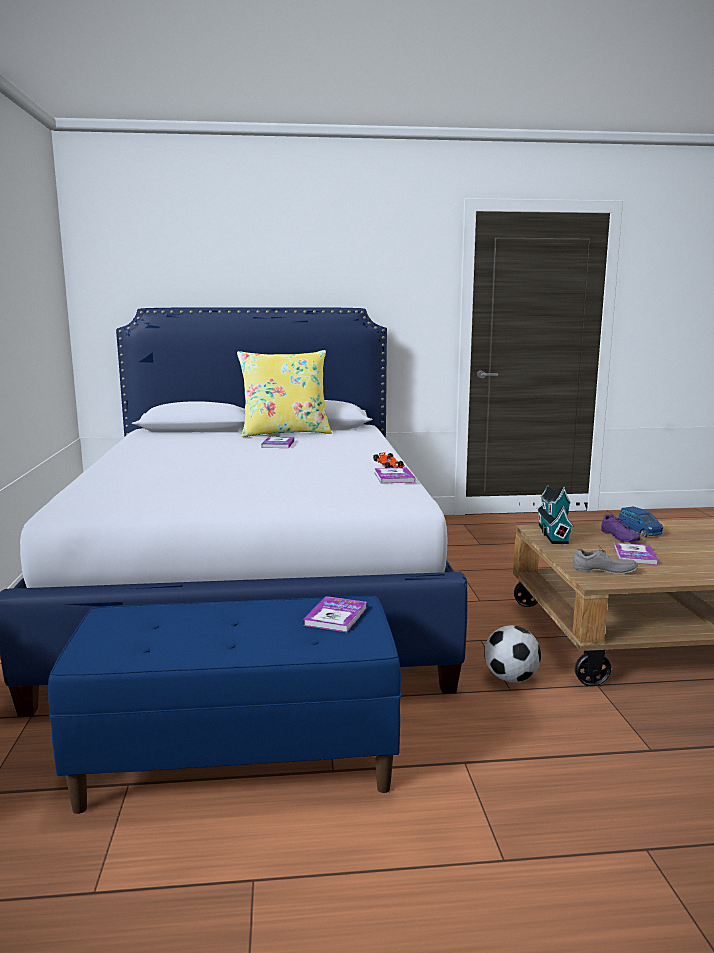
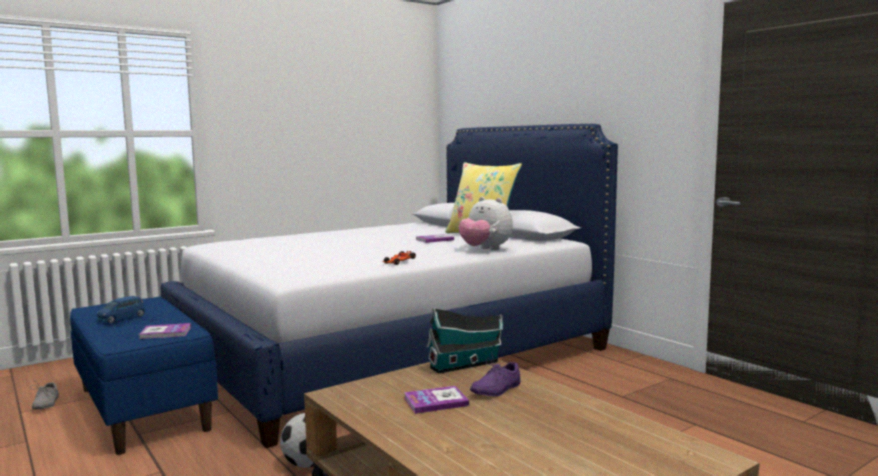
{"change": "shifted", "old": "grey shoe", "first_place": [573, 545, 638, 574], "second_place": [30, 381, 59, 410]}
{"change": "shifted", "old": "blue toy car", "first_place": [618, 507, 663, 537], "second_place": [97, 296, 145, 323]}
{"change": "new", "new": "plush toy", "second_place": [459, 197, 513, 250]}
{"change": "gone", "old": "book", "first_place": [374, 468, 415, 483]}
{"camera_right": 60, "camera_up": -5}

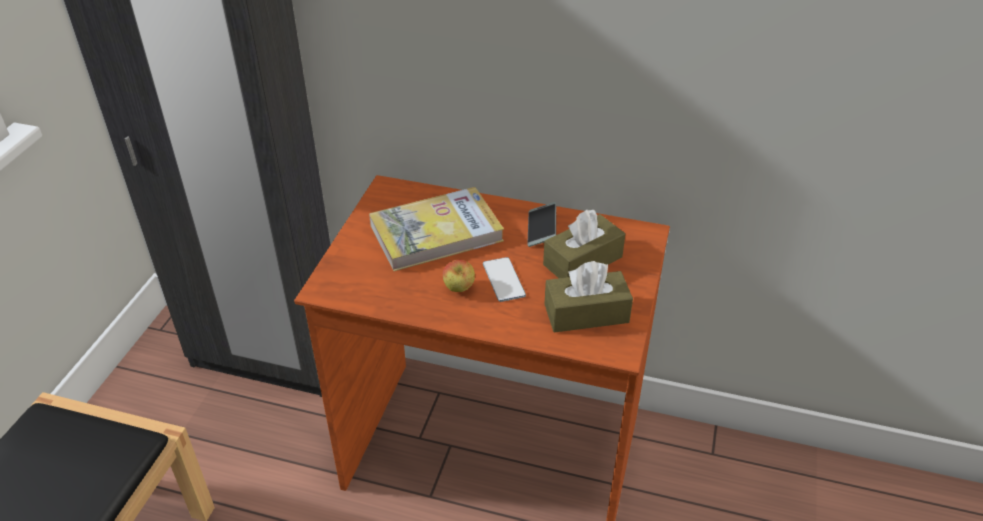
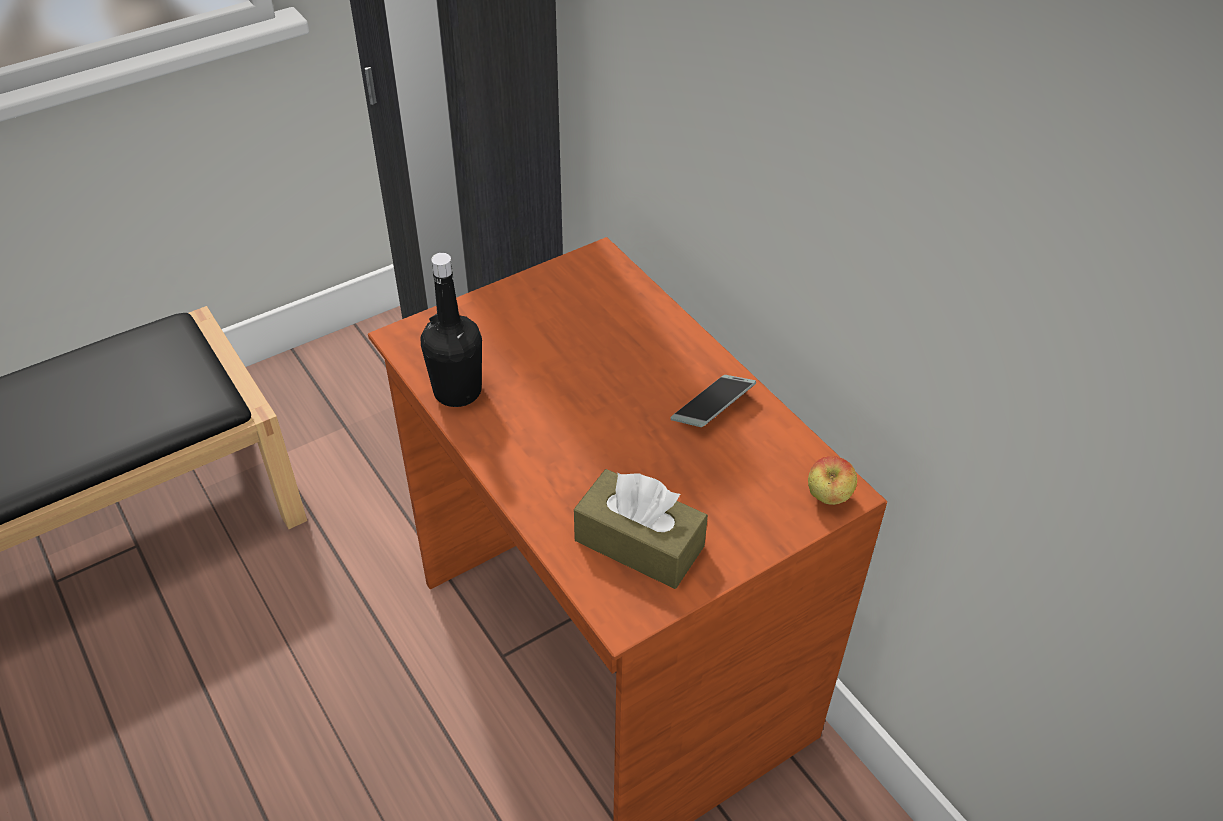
{"change": "new", "new": "black bottle", "second_place": [421, 253, 482, 407]}
{"change": "shifted", "old": "apple", "first_place": [442, 260, 475, 292], "second_place": [808, 456, 857, 505]}
{"change": "gone", "old": "book", "first_place": [369, 187, 504, 271]}
{"change": "gone", "old": "phone", "first_place": [483, 257, 526, 302]}
{"change": "gone", "old": "brown tissue box", "first_place": [543, 210, 625, 278]}
{"camera_right": 40, "camera_up": 5}

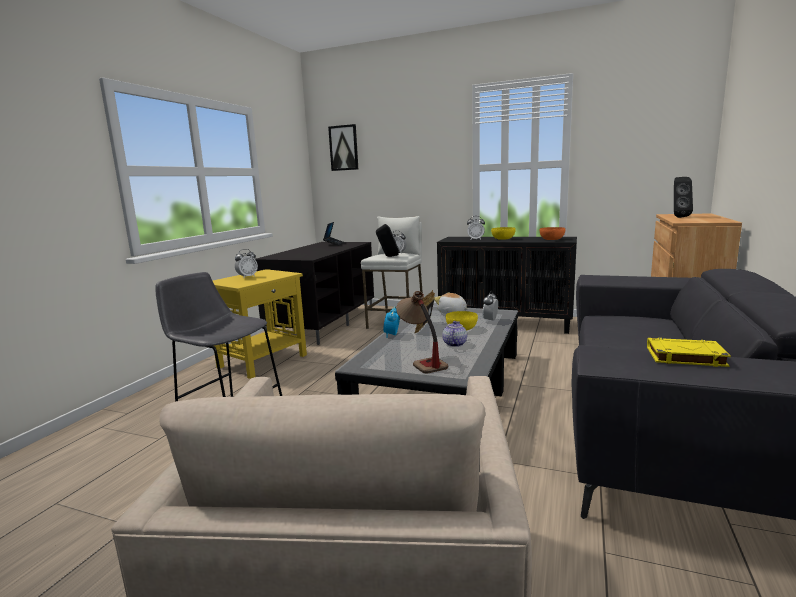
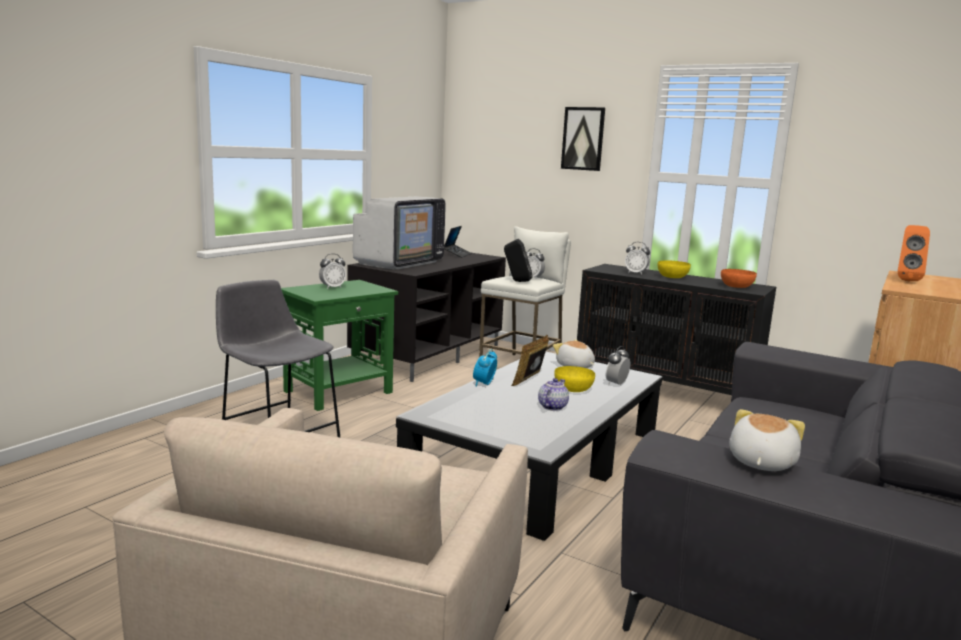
{"change": "repainted", "old": "yellow side table", "new": "green side table", "first_place": [213, 269, 307, 379], "second_place": [281, 280, 398, 411]}
{"change": "new", "new": "television", "second_place": [353, 197, 446, 270]}
{"change": "shifted", "old": "picture", "first_place": [328, 124, 358, 171], "second_place": [561, 107, 605, 171]}
{"change": "swapped", "old": "yellow book", "new": "plush toy", "first_place": [647, 338, 731, 367], "second_place": [729, 409, 805, 471]}
{"change": "repainted", "old": "black speaker", "new": "orange speaker", "first_place": [674, 177, 693, 218], "second_place": [898, 225, 930, 281]}
{"change": "gone", "old": "table lamp", "first_place": [396, 291, 448, 373]}
{"camera_right": 10, "camera_up": 0}

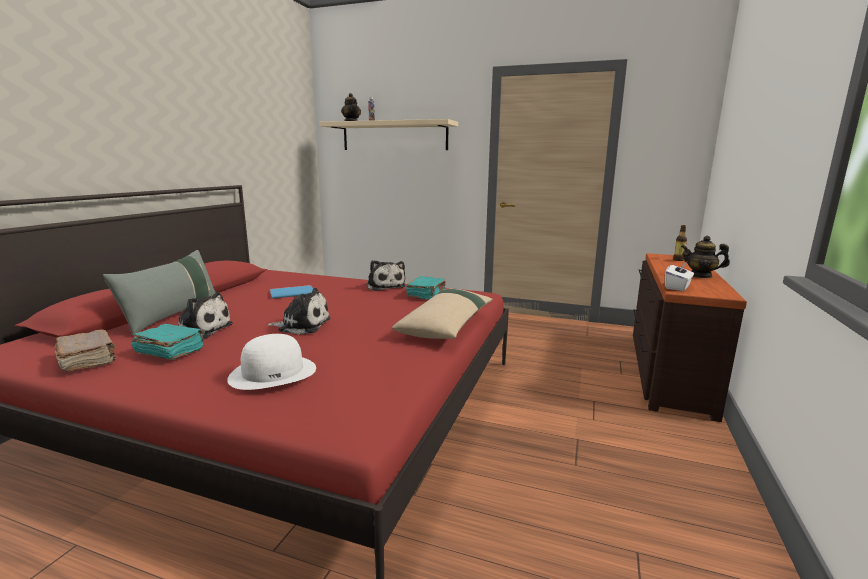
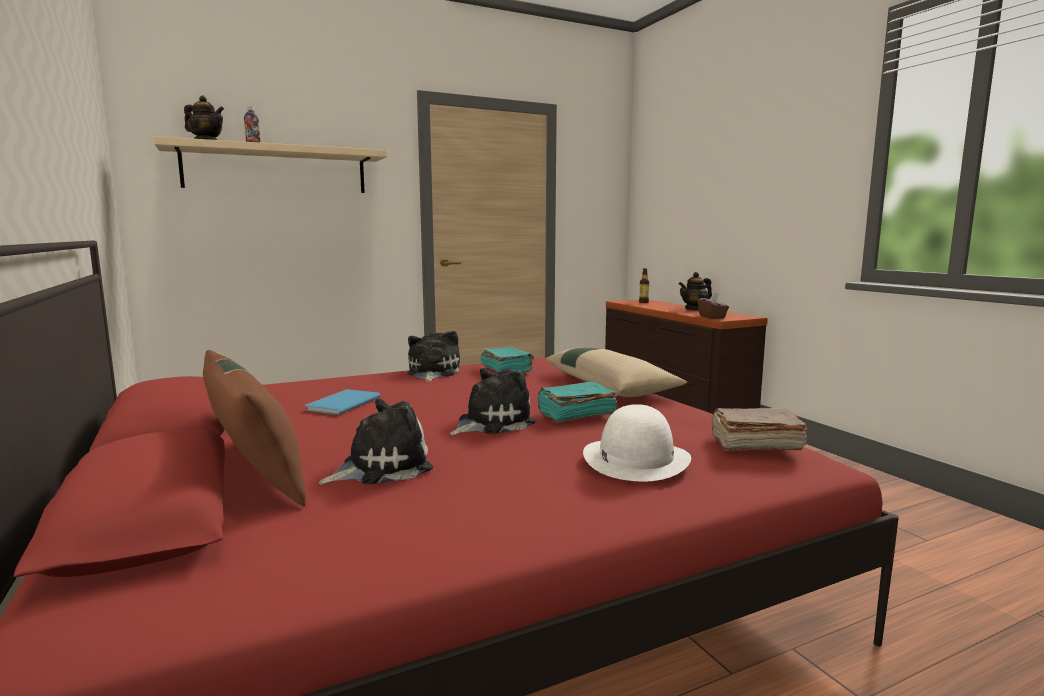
{"change": "repainted", "old": "grey pillow", "new": "brown pillow", "first_place": [103, 250, 216, 336], "second_place": [203, 350, 306, 506]}
{"change": "rotated", "old": "plush toy", "first_place": [366, 260, 405, 291], "second_place": [407, 331, 460, 382], "degrees": -105}
{"change": "shifted", "old": "turquoise book", "first_place": [131, 324, 205, 360], "second_place": [537, 382, 617, 423]}
{"change": "repainted", "old": "white tissue box", "new": "brown tissue box", "first_place": [665, 262, 694, 291], "second_place": [698, 292, 729, 319]}
{"change": "shifted", "old": "brown book", "first_place": [55, 329, 116, 372], "second_place": [711, 408, 808, 451]}
{"camera_right": -45, "camera_up": -5}

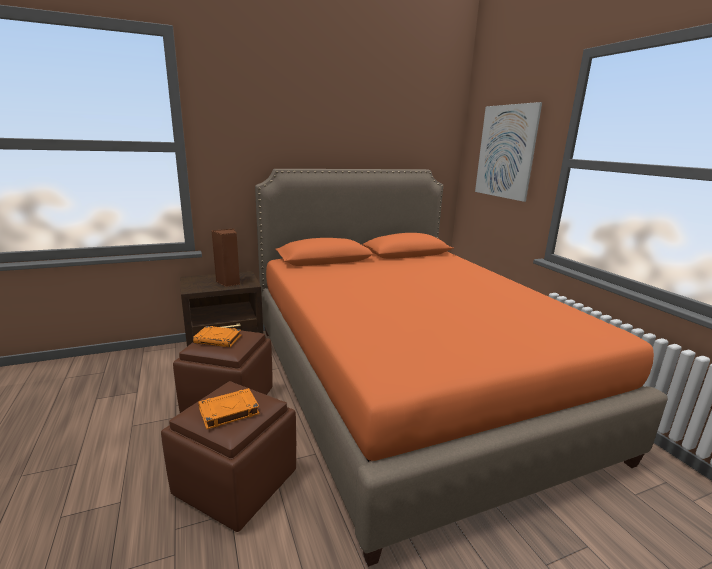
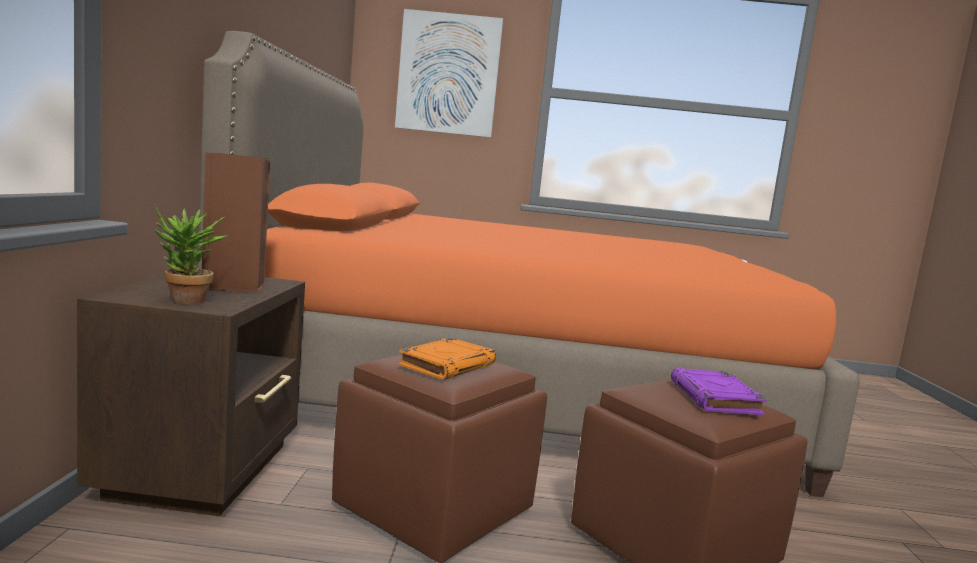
{"change": "new", "new": "potted plant", "second_place": [154, 207, 226, 304]}
{"change": "repainted", "old": "orange book", "new": "purple book", "first_place": [198, 388, 260, 430], "second_place": [671, 368, 767, 415]}
{"camera_right": -65, "camera_up": -10}

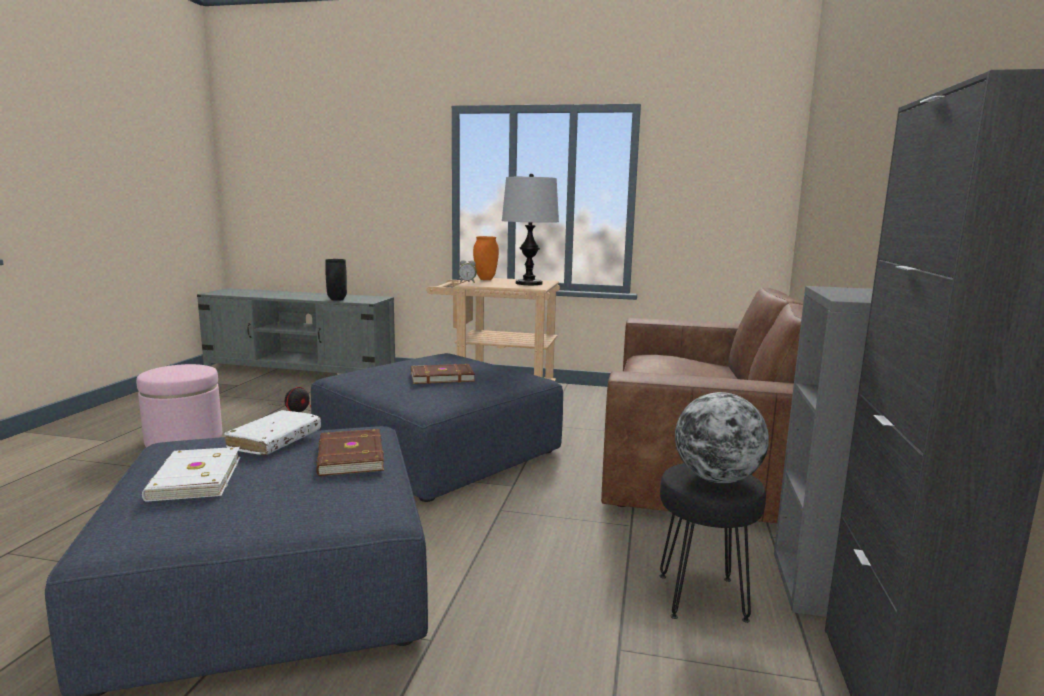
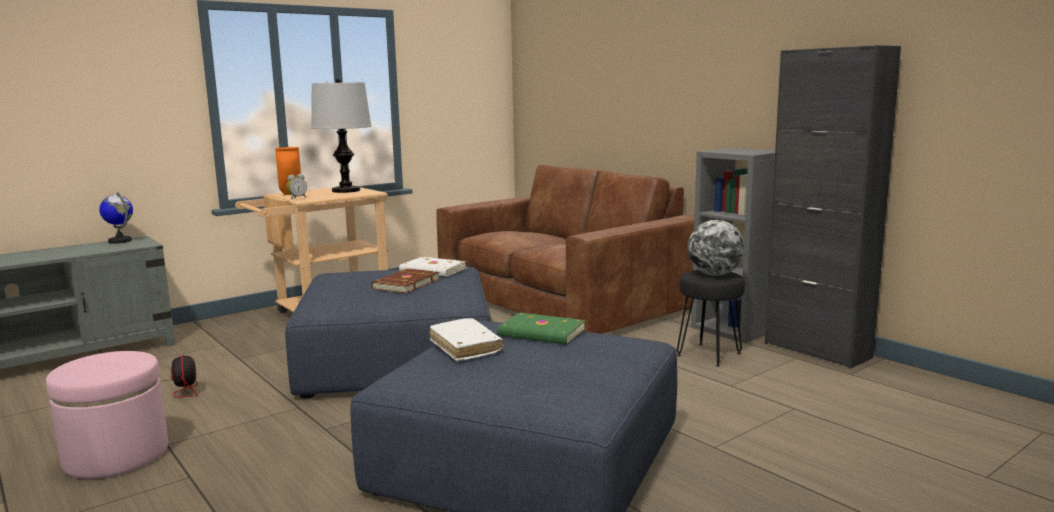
{"change": "new", "new": "globe", "second_place": [99, 192, 133, 244]}
{"change": "shifted", "old": "white book", "first_place": [142, 447, 241, 502], "second_place": [399, 257, 466, 277]}
{"change": "repainted", "old": "brown book", "new": "green book", "first_place": [316, 429, 384, 476], "second_place": [497, 313, 585, 345]}
{"change": "gone", "old": "black vase", "first_place": [325, 259, 347, 301]}
{"camera_right": -50, "camera_up": 0}

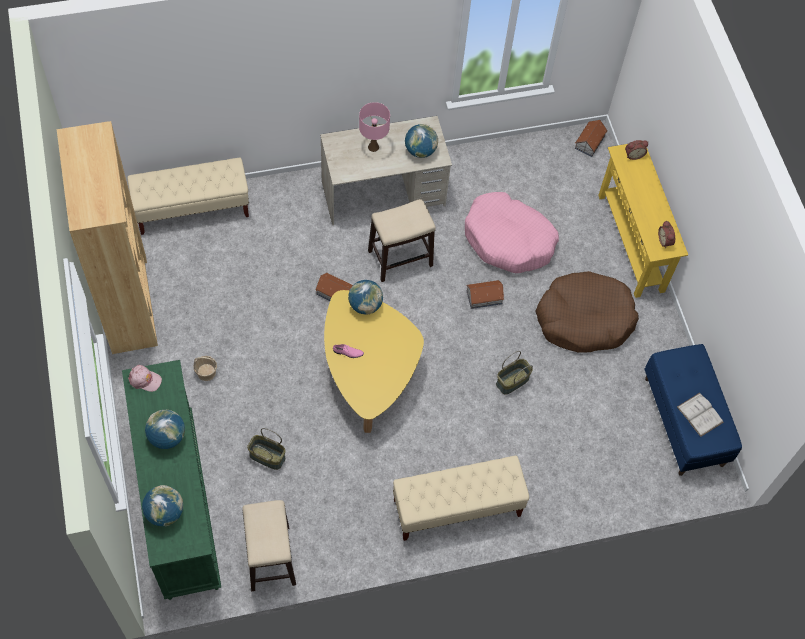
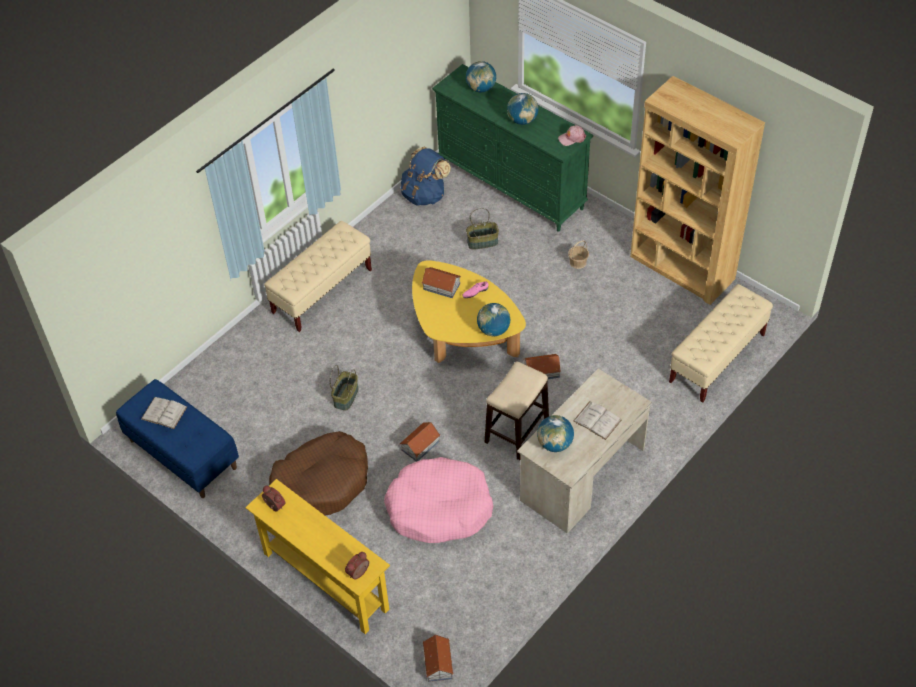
{"change": "swapped", "old": "stool", "new": "blue backpack", "first_place": [242, 500, 296, 591], "second_place": [400, 147, 451, 206]}
{"change": "new", "new": "toy house", "second_place": [421, 267, 461, 298]}
{"change": "swapped", "old": "pink table lamp", "new": "white book", "first_place": [359, 102, 390, 152], "second_place": [573, 401, 622, 440]}
{"camera_right": 150, "camera_up": -10}

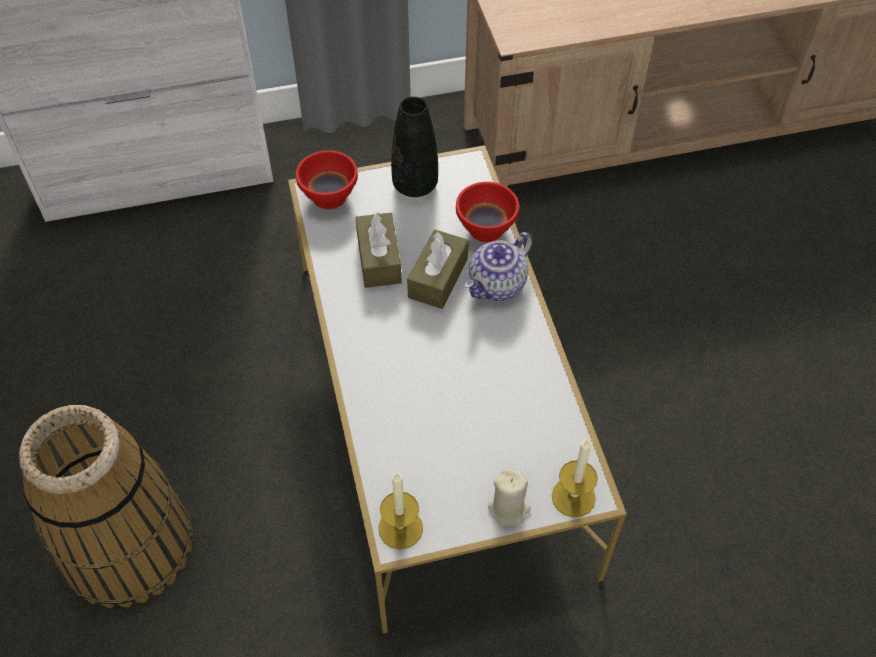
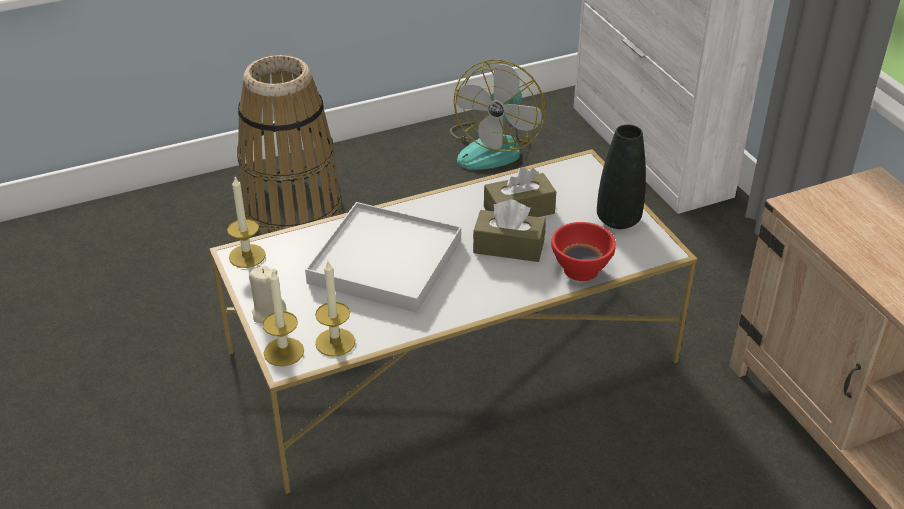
{"change": "new", "new": "white tray", "second_place": [305, 202, 461, 313]}
{"change": "new", "new": "candle", "second_place": [315, 259, 355, 357]}
{"change": "new", "new": "fan", "second_place": [450, 60, 546, 170]}
{"change": "gone", "old": "red bowl", "first_place": [296, 150, 358, 209]}
{"change": "gone", "old": "teapot", "first_place": [464, 232, 533, 301]}
{"camera_right": 80, "camera_up": -15}

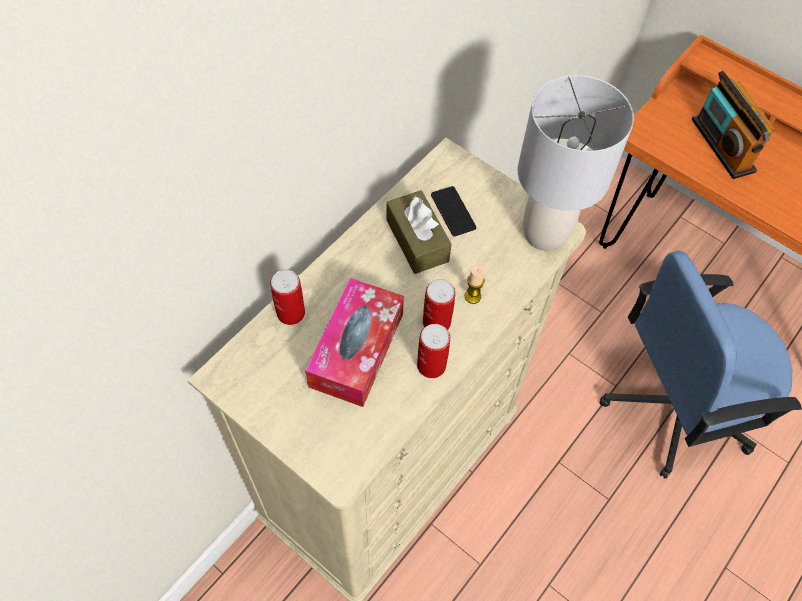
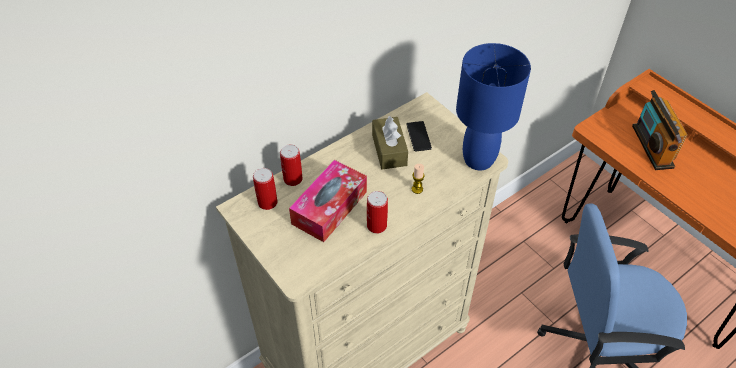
{"change": "shifted", "old": "can", "first_place": [423, 279, 455, 330], "second_place": [253, 168, 278, 210]}
{"change": "repainted", "old": "grey table lamp", "new": "blue table lamp", "first_place": [518, 75, 634, 251], "second_place": [456, 43, 531, 170]}
{"camera_right": 15, "camera_up": -10}

